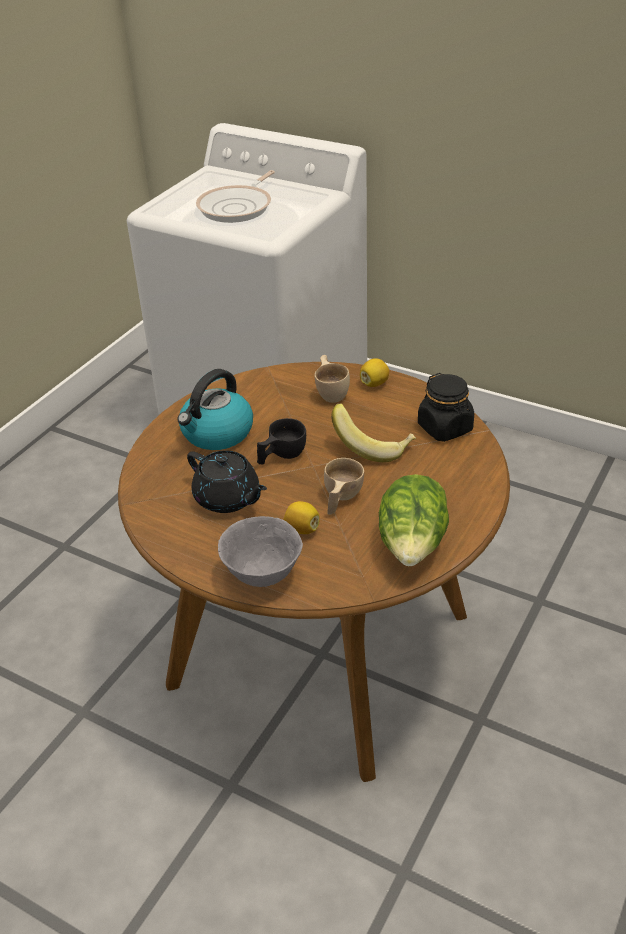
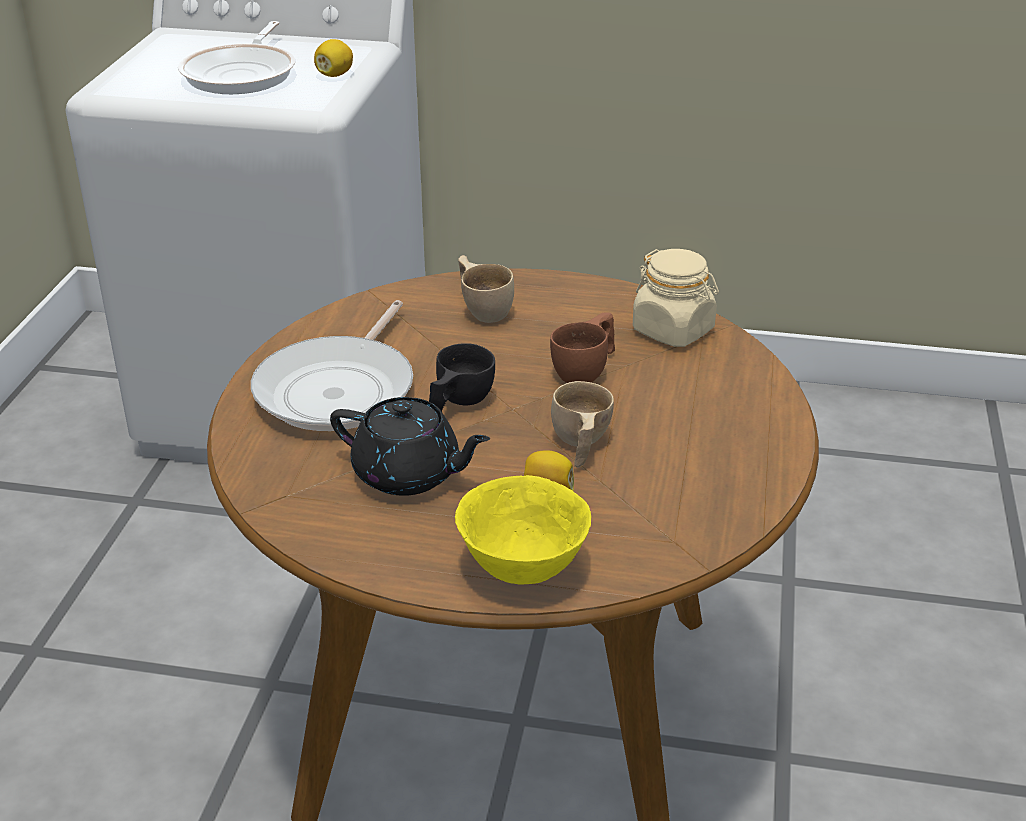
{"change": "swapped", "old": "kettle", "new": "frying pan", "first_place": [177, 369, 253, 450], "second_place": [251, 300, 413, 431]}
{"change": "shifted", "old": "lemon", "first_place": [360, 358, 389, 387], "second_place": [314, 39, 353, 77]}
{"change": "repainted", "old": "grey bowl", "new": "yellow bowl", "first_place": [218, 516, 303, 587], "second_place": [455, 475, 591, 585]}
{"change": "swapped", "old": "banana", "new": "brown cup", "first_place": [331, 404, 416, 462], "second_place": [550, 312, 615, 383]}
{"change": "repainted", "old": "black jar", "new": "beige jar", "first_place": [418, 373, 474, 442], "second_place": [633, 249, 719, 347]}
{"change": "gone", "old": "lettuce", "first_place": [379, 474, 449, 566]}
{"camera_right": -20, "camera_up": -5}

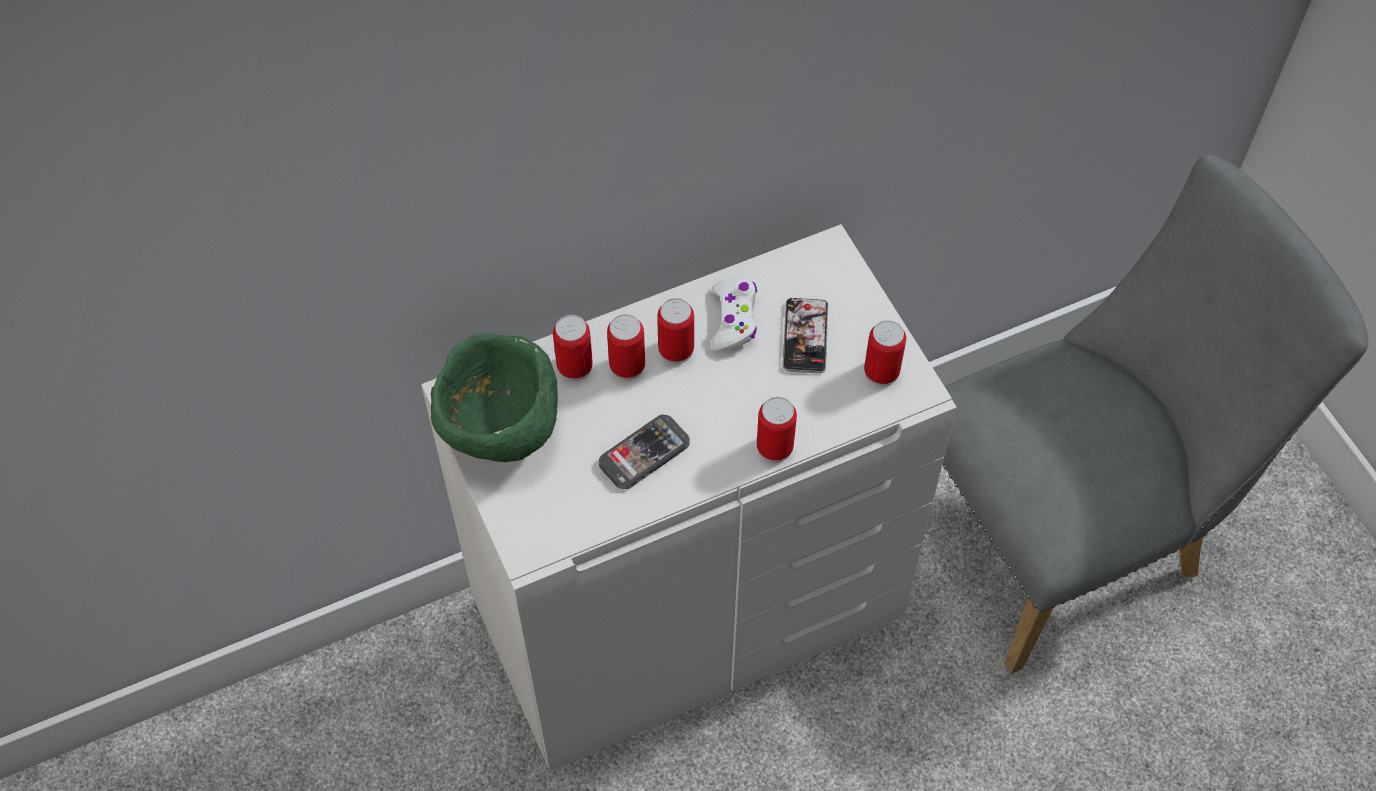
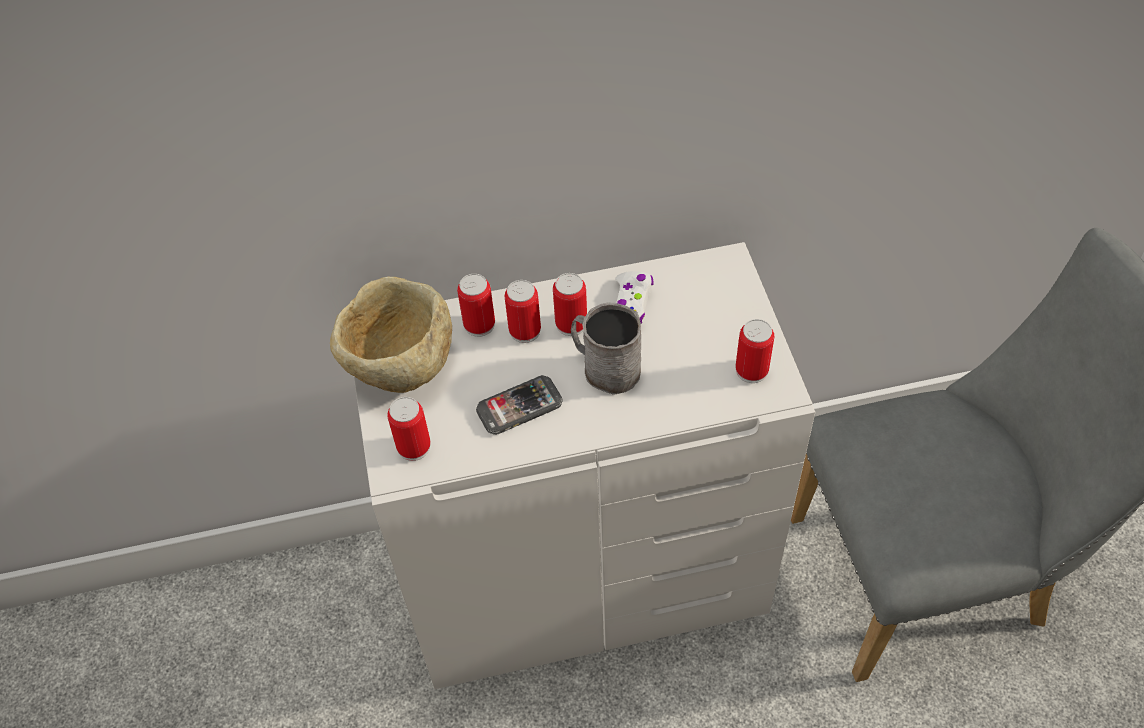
{"change": "repainted", "old": "green bowl", "new": "beige bowl", "first_place": [431, 333, 558, 462], "second_place": [330, 276, 452, 393]}
{"change": "shifted", "old": "can", "first_place": [757, 397, 797, 463], "second_place": [387, 397, 431, 461]}
{"change": "new", "new": "grey mug", "second_place": [571, 303, 641, 395]}
{"change": "gone", "old": "phone", "first_place": [783, 298, 828, 373]}
{"camera_right": 15, "camera_up": -5}

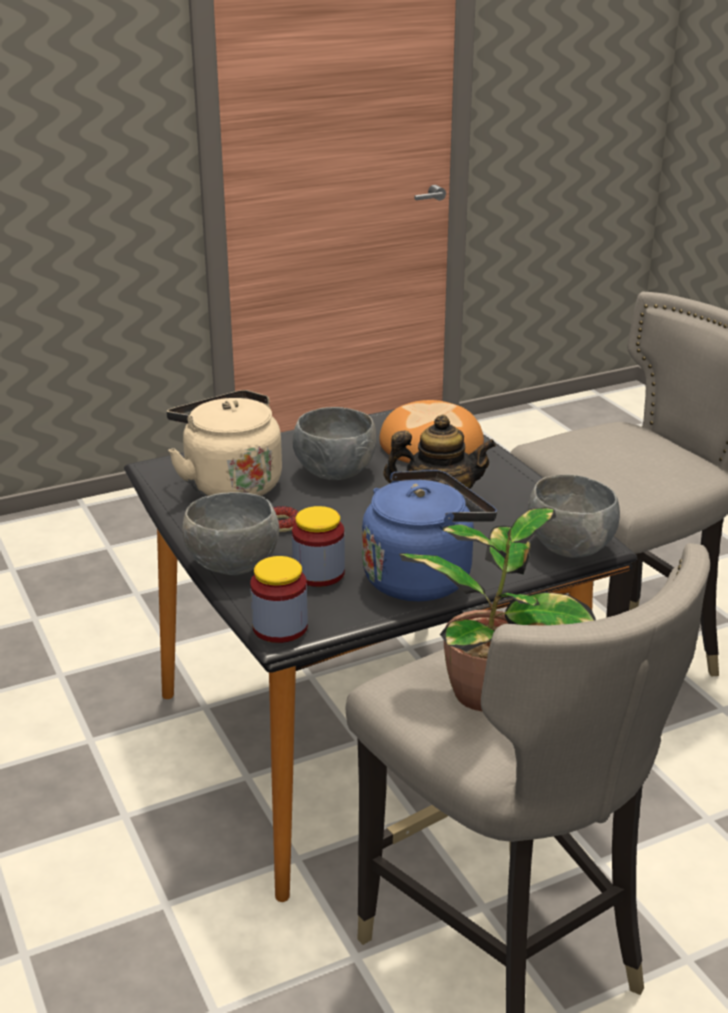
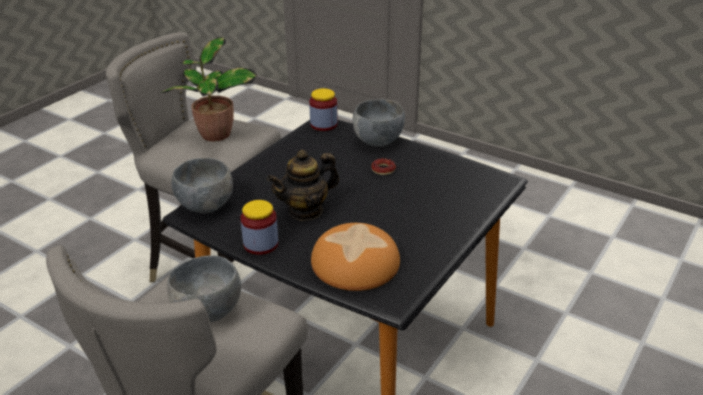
{"change": "shifted", "old": "grey bowl", "first_place": [292, 407, 376, 480], "second_place": [167, 256, 241, 322]}
{"change": "shifted", "old": "jar", "first_place": [292, 506, 345, 587], "second_place": [240, 200, 278, 255]}
{"change": "gone", "old": "beige kettle", "first_place": [167, 390, 282, 497]}
{"change": "gone", "old": "blue kettle", "first_place": [362, 470, 497, 601]}
{"camera_right": 150, "camera_up": 5}

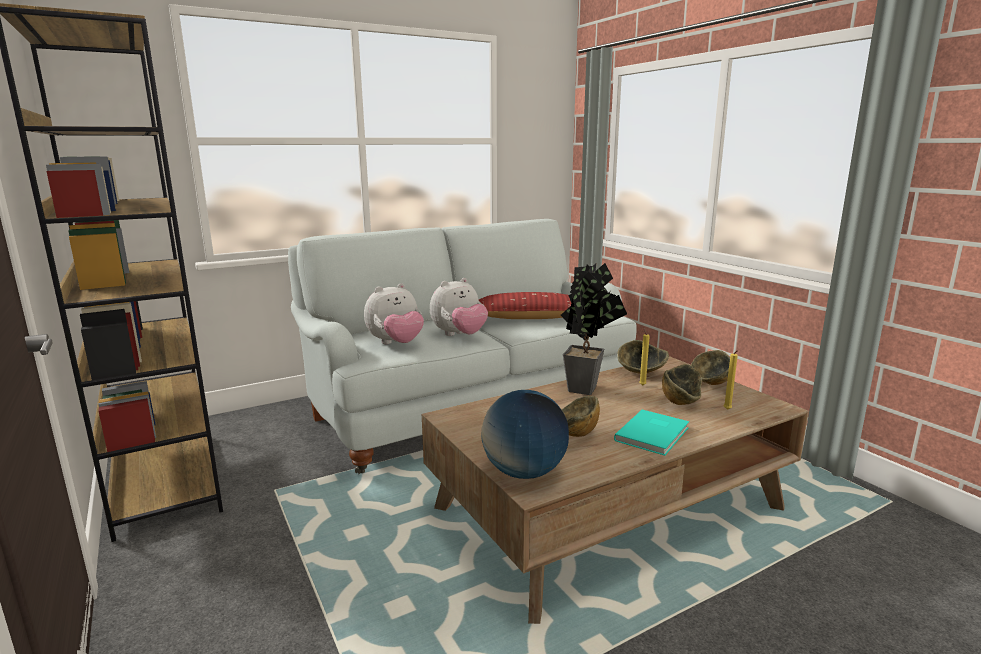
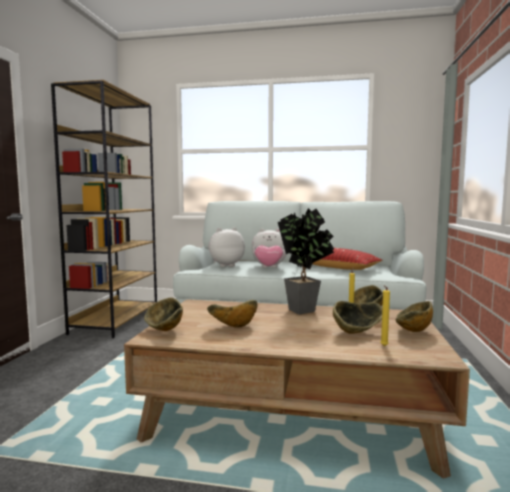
{"change": "swapped", "old": "globe", "new": "bowl", "first_place": [481, 390, 569, 479], "second_place": [144, 298, 183, 331]}
{"change": "rotated", "old": "plush toy", "first_place": [364, 283, 424, 344], "second_place": [208, 227, 245, 267], "degrees": 150}
{"change": "gone", "old": "turquoise book", "first_place": [614, 410, 689, 456]}
{"camera_right": 40, "camera_up": -10}

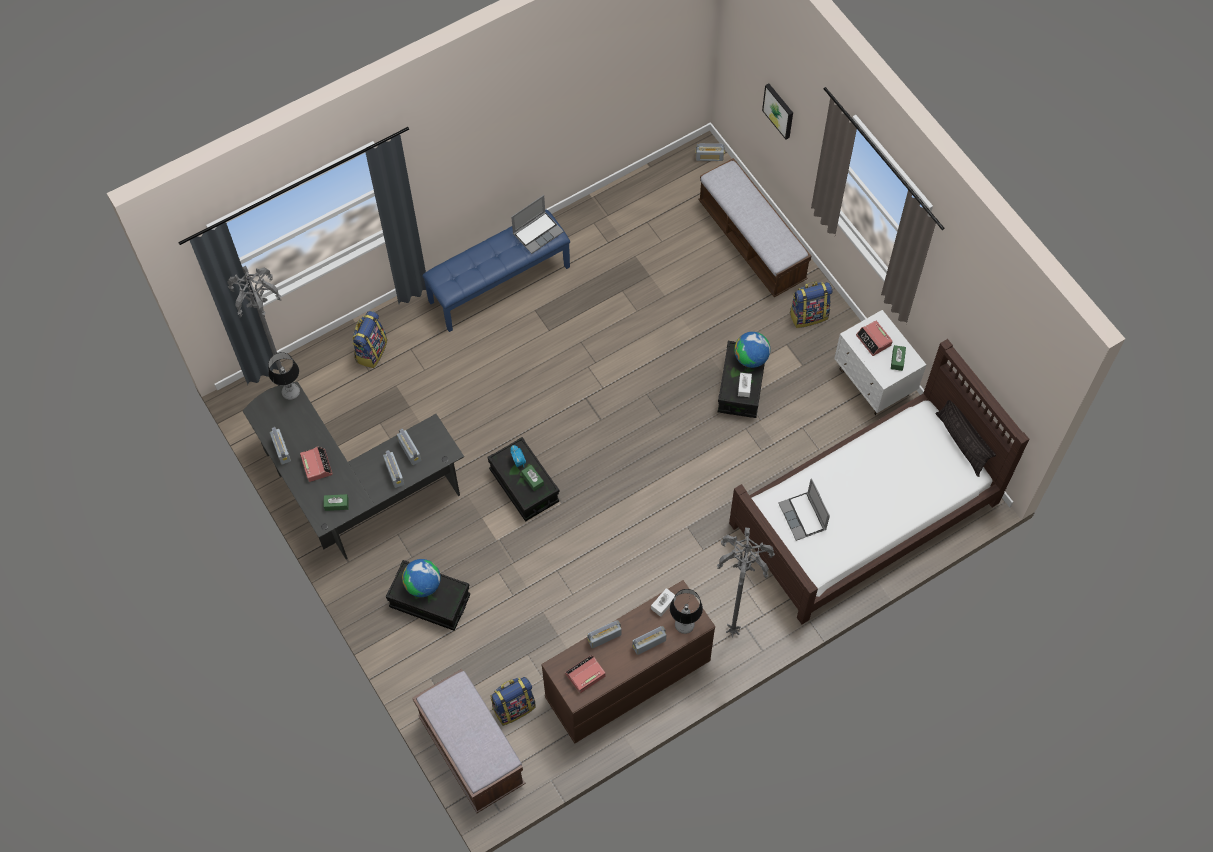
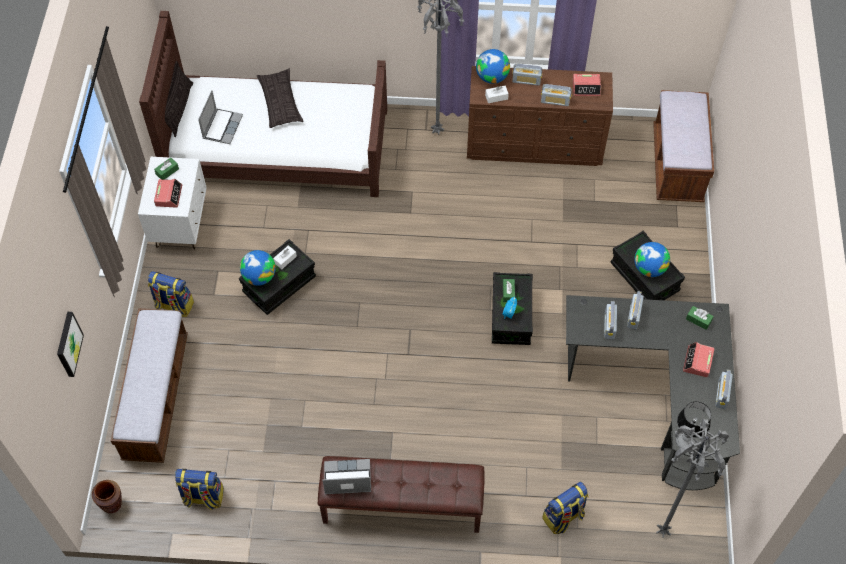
{"change": "swapped", "old": "radio", "new": "brown vase", "first_place": [696, 143, 725, 161], "second_place": [92, 480, 122, 513]}
{"change": "shifted", "old": "backpack", "first_place": [490, 677, 536, 726], "second_place": [175, 469, 224, 510]}
{"change": "shifted", "old": "laptop", "first_place": [778, 478, 830, 541], "second_place": [198, 90, 243, 144]}
{"change": "new", "new": "pillow", "second_place": [257, 68, 304, 128]}
{"change": "repainted", "old": "blue bench", "new": "brown bench", "first_place": [422, 209, 570, 332], "second_place": [318, 456, 485, 533]}
{"change": "swapped", "old": "table lamp", "new": "globe", "first_place": [670, 589, 703, 634], "second_place": [476, 49, 510, 84]}
{"camera_right": -145, "camera_up": -5}

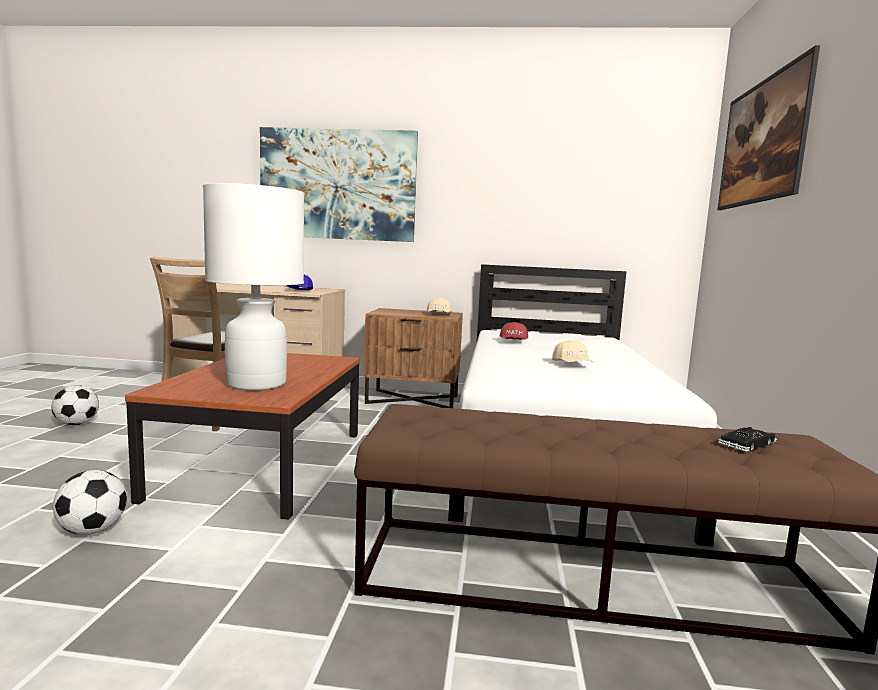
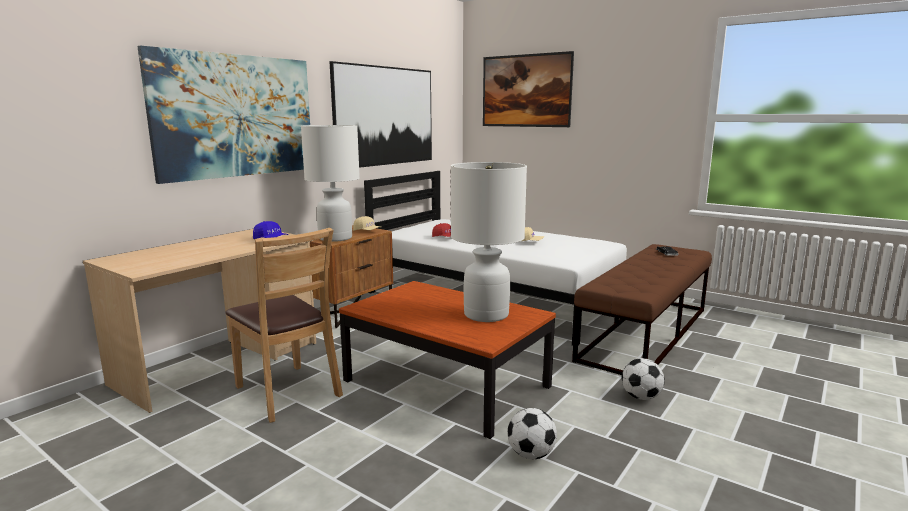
{"change": "new", "new": "white table lamp", "second_place": [301, 125, 360, 242]}
{"change": "new", "new": "picture", "second_place": [329, 61, 432, 168]}
{"change": "shifted", "old": "football", "first_place": [51, 385, 99, 425], "second_place": [622, 358, 665, 400]}
{"camera_right": -60, "camera_up": 5}

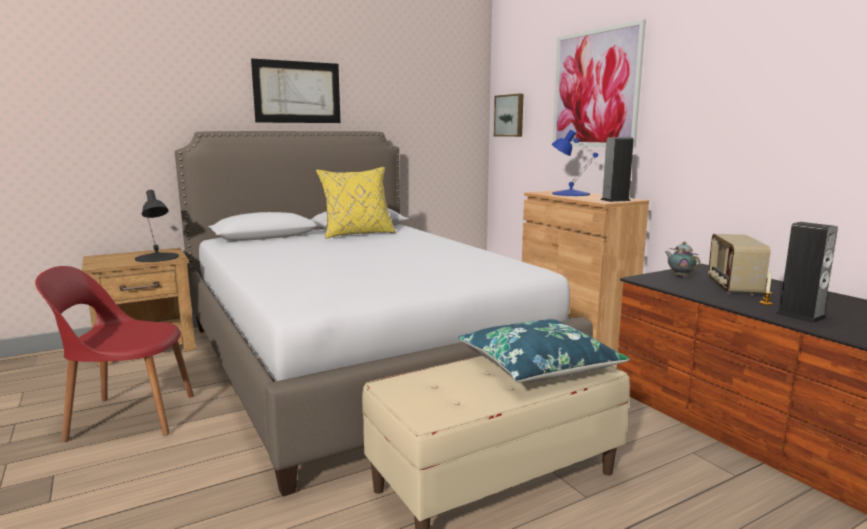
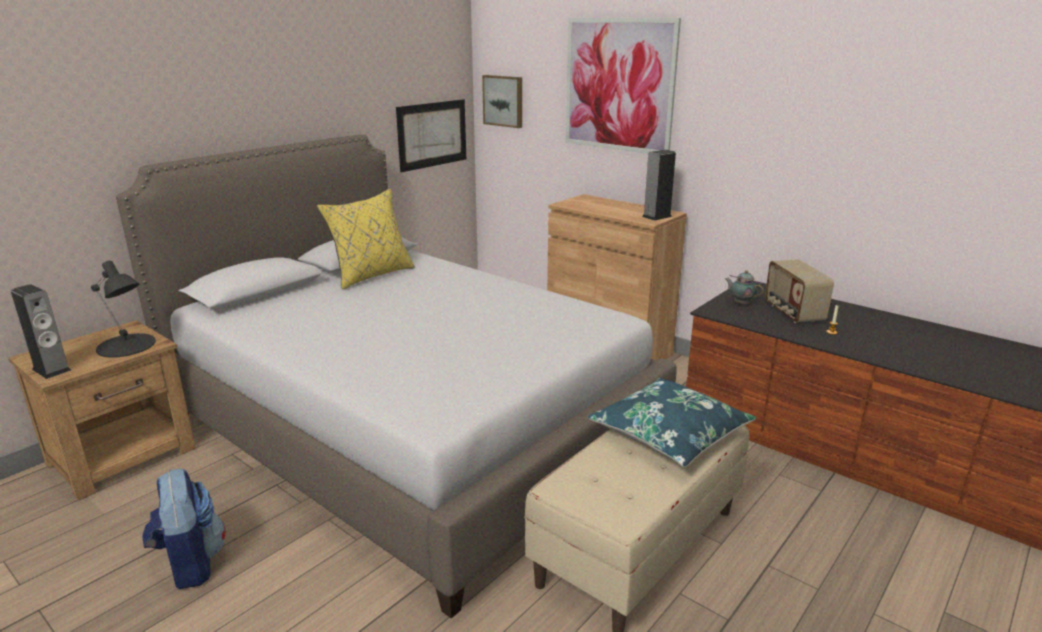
{"change": "shifted", "old": "speaker", "first_place": [776, 222, 838, 323], "second_place": [11, 284, 71, 379]}
{"change": "swapped", "old": "red chair", "new": "backpack", "first_place": [35, 266, 194, 442], "second_place": [142, 469, 226, 589]}
{"change": "shifted", "old": "picture", "first_place": [251, 58, 341, 123], "second_place": [396, 99, 466, 172]}
{"change": "gone", "old": "blue table lamp", "first_place": [552, 130, 598, 196]}
{"camera_right": -20, "camera_up": 10}

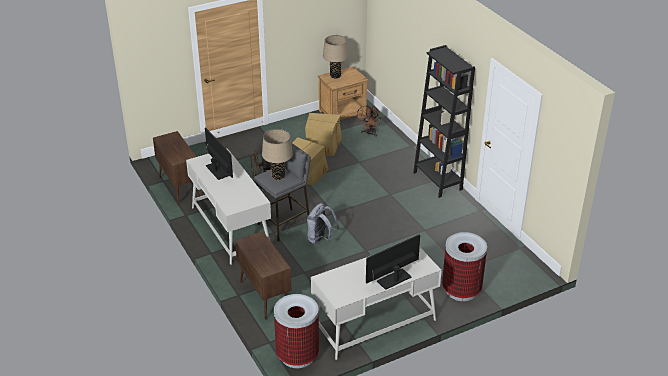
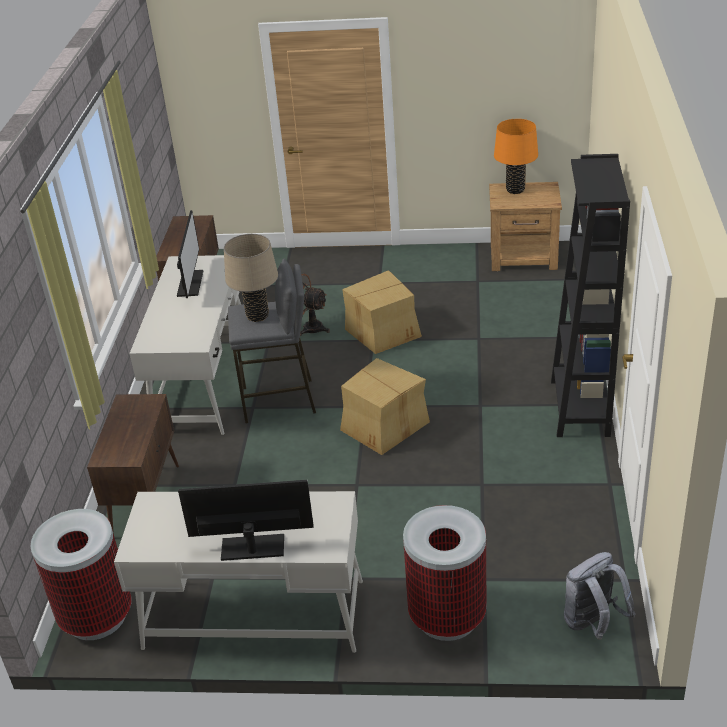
{"change": "shifted", "old": "cardboard box", "first_place": [305, 113, 342, 156], "second_place": [340, 358, 430, 455]}
{"change": "repainted", "old": "beige table lamp", "new": "orange table lamp", "first_place": [323, 35, 348, 78], "second_place": [494, 119, 538, 194]}
{"change": "shifted", "old": "grey backpack", "first_place": [307, 203, 339, 244], "second_place": [564, 552, 636, 640]}
{"change": "gone", "old": "brown fan", "first_place": [355, 106, 381, 137]}
{"camera_right": 35, "camera_up": 0}

